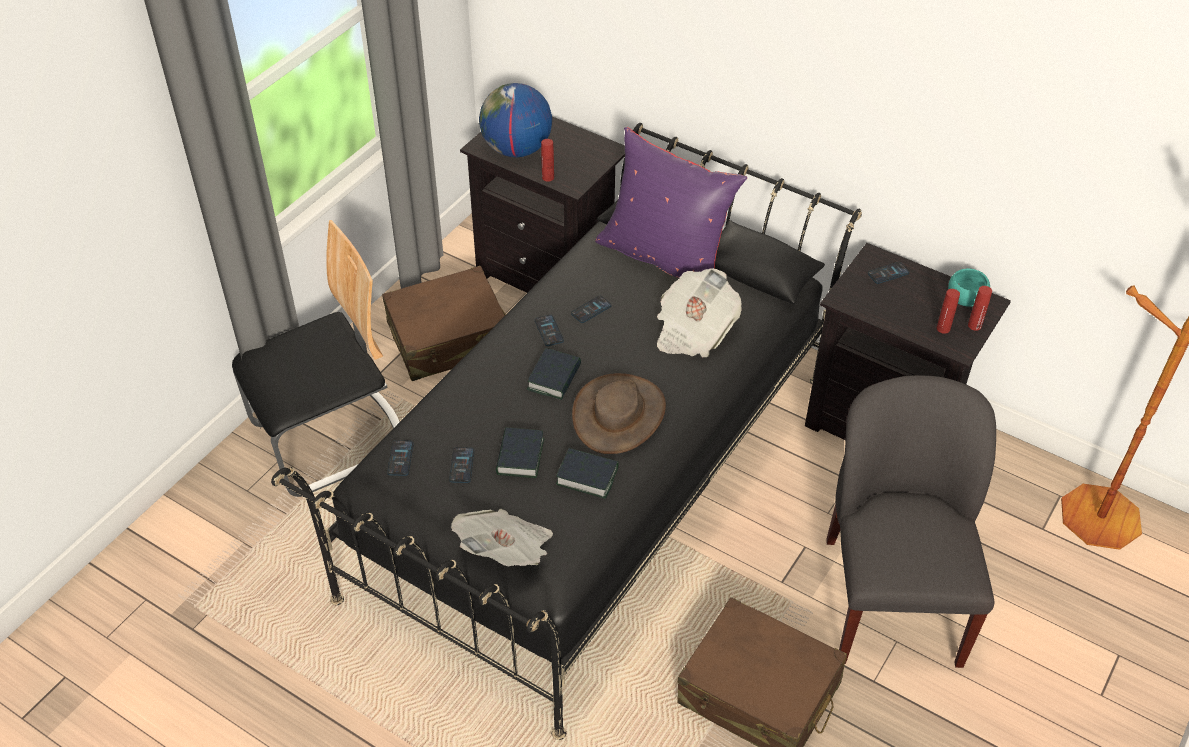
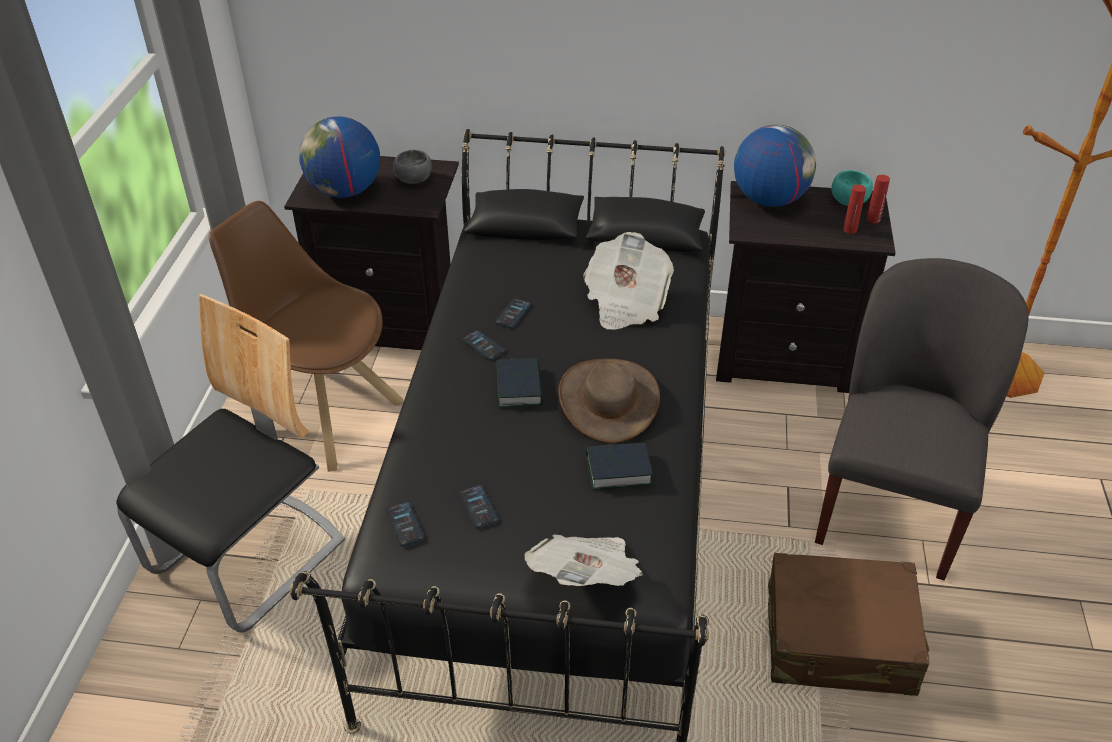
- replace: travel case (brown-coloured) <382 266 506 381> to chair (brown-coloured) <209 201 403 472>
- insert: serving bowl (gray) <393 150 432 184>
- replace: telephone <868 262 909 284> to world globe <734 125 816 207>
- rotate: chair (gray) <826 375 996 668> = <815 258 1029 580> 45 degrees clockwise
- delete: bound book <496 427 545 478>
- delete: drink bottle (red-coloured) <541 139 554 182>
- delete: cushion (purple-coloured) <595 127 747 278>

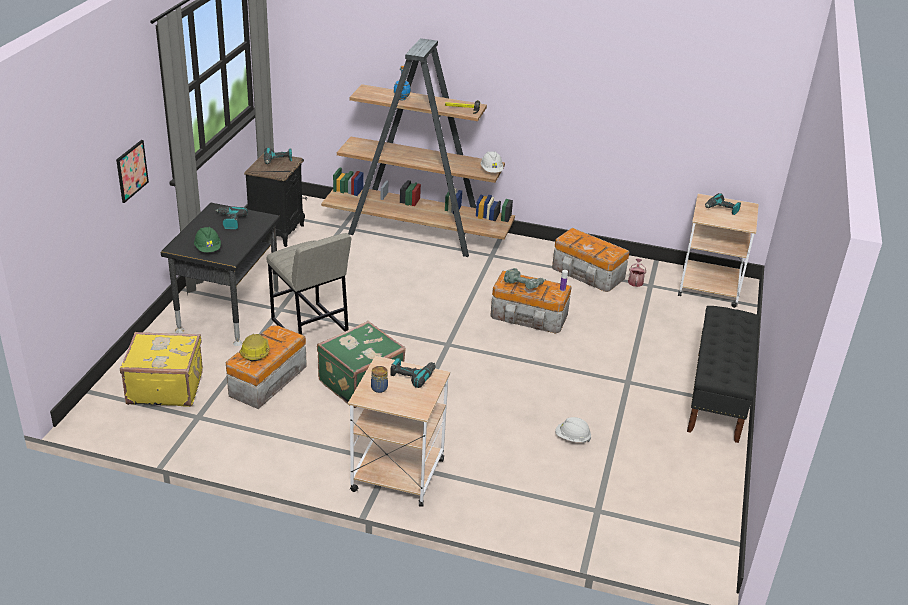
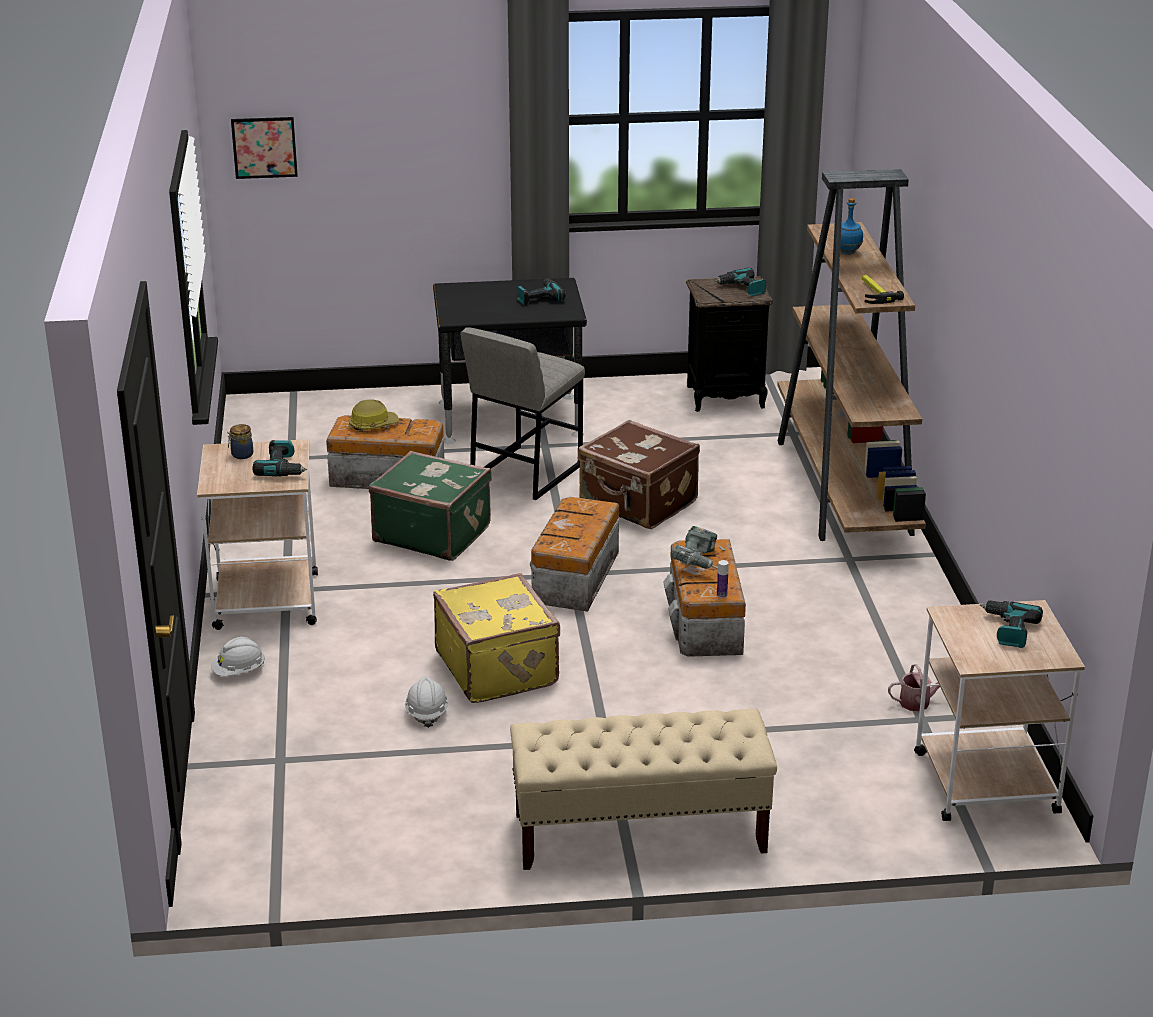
- move: hard hat (white-coloured) <480 151 503 173> to <211 637 265 676>
- move: wall picture <116 140 149 203> to <231 117 298 179>
- move: travel case (yellowish) <120 332 203 407> to <433 573 560 703>
- recolor: bench (black) <687 306 760 443> to bench (beige-coloured) <510 709 777 870>
- move: storage box <552 228 629 292> to <530 497 619 612>
- insert: travel case (brown-coloured) <578 420 700 529>
- delete: hard hat (greenish) <194 227 221 252>

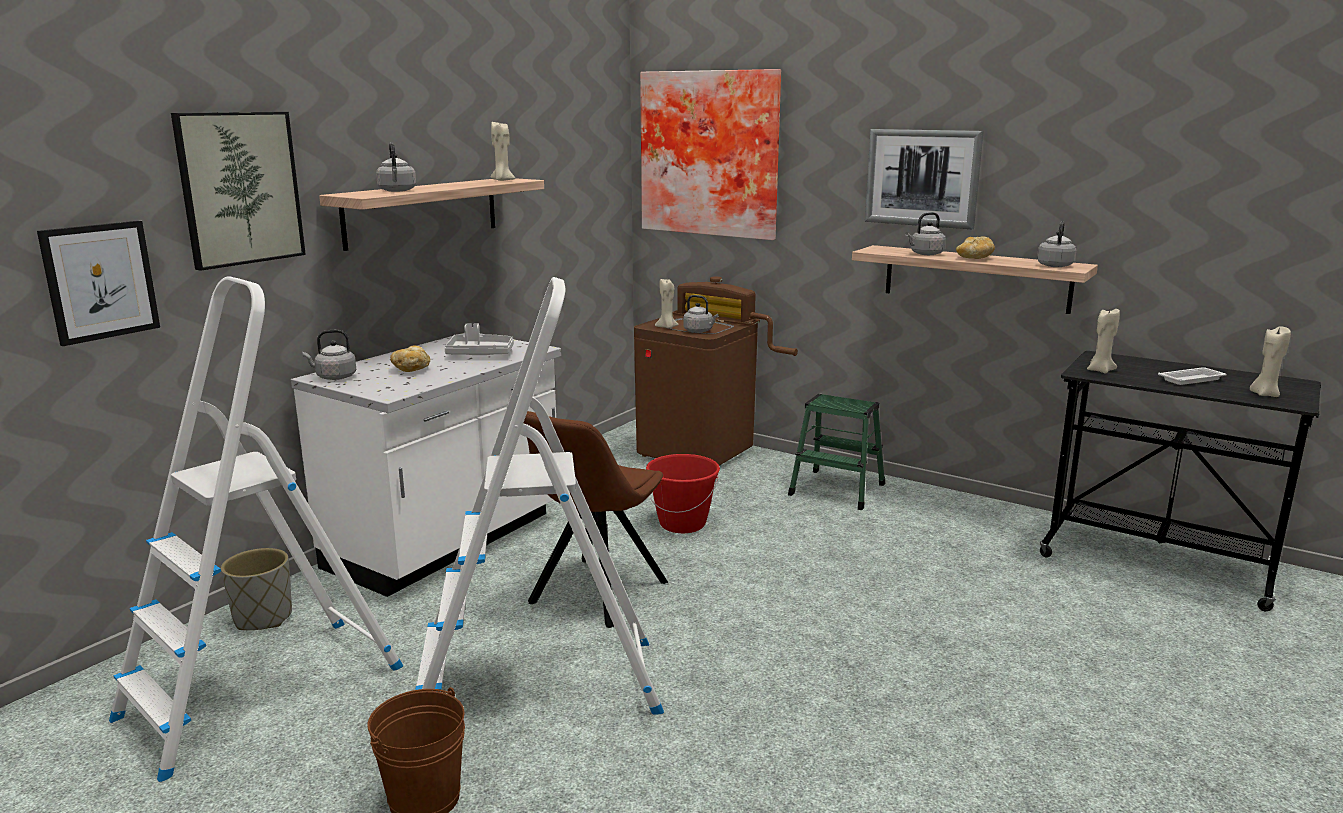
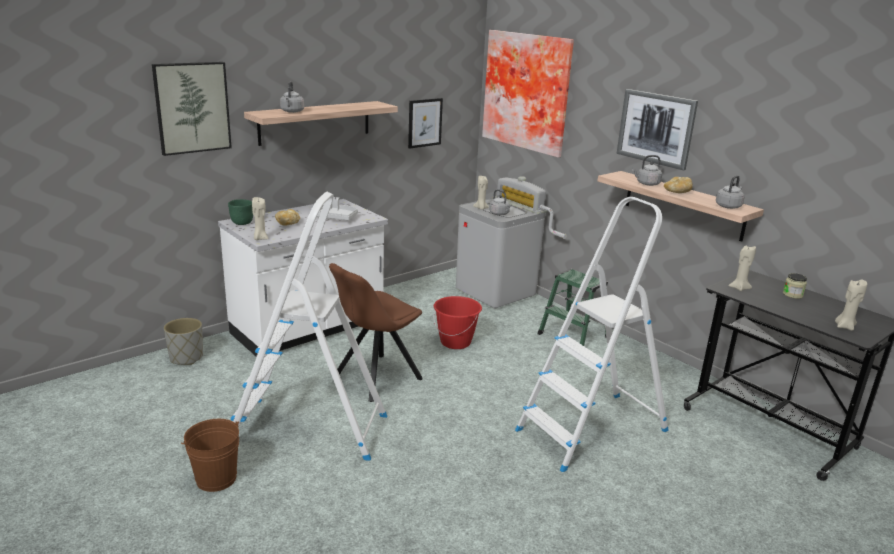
- replace: kettle (gray) <303 330 357 380> to serving bowl (greenish) <228 199 253 225>
- move: wax candle (beige-coloured) <491 122 516 181> to <252 197 269 240>
- move: wall picture <37 221 160 346> to <408 98 443 149>
- recolor: laundry appliance (brown-coloured) <634 277 798 466> to laundry appliance (gray) <456 176 567 309>
- move: step stool (white-coloured) <109 276 403 782> to <515 197 668 472>
- insert: jar <783 273 807 299>
- delete: serving tray (white-coloured) <1158 367 1227 385>

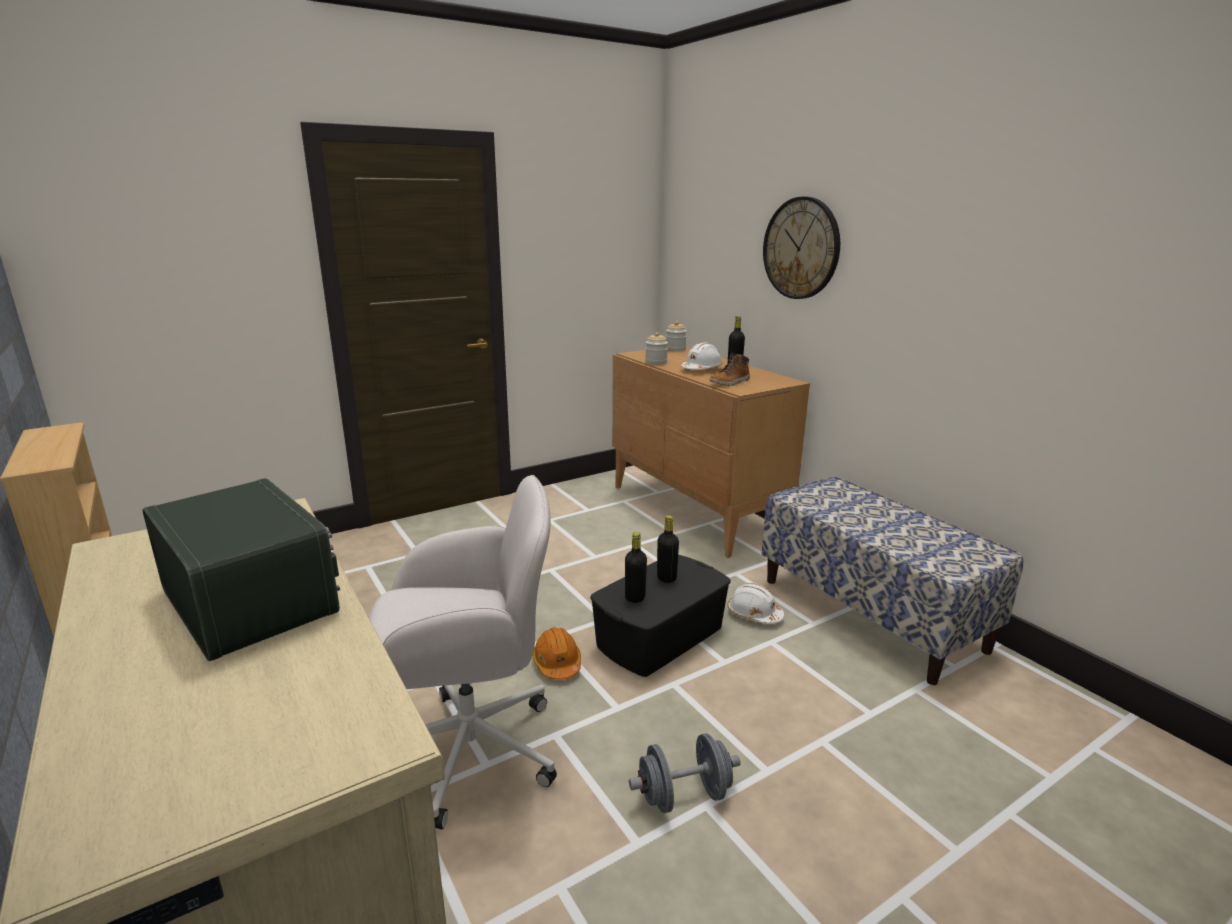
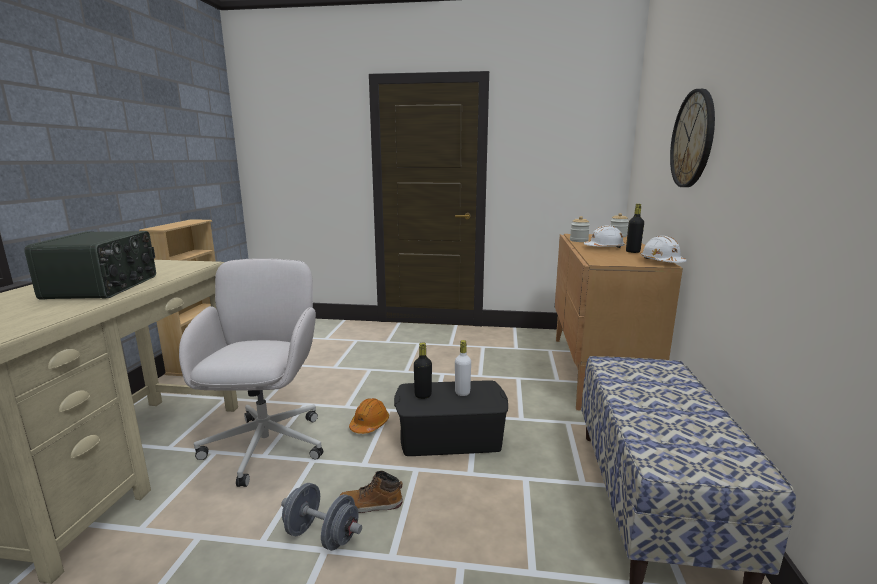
- rotate: desk chair (white-coloured) <369 475 557 829> = <179 258 323 487> 120 degrees counterclockwise
- move: high-top boot <710 353 750 386> to <340 471 403 513>
- recolor: drink bottle (black) <657 515 679 583> to drink bottle (white-coloured) <455 340 471 396>
- move: hard hat (white-coloured) <727 583 784 624> to <640 236 687 263>

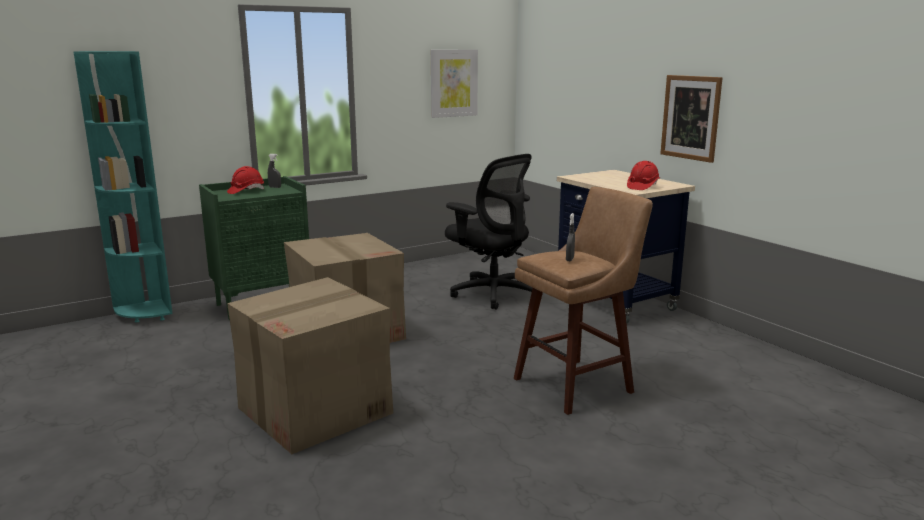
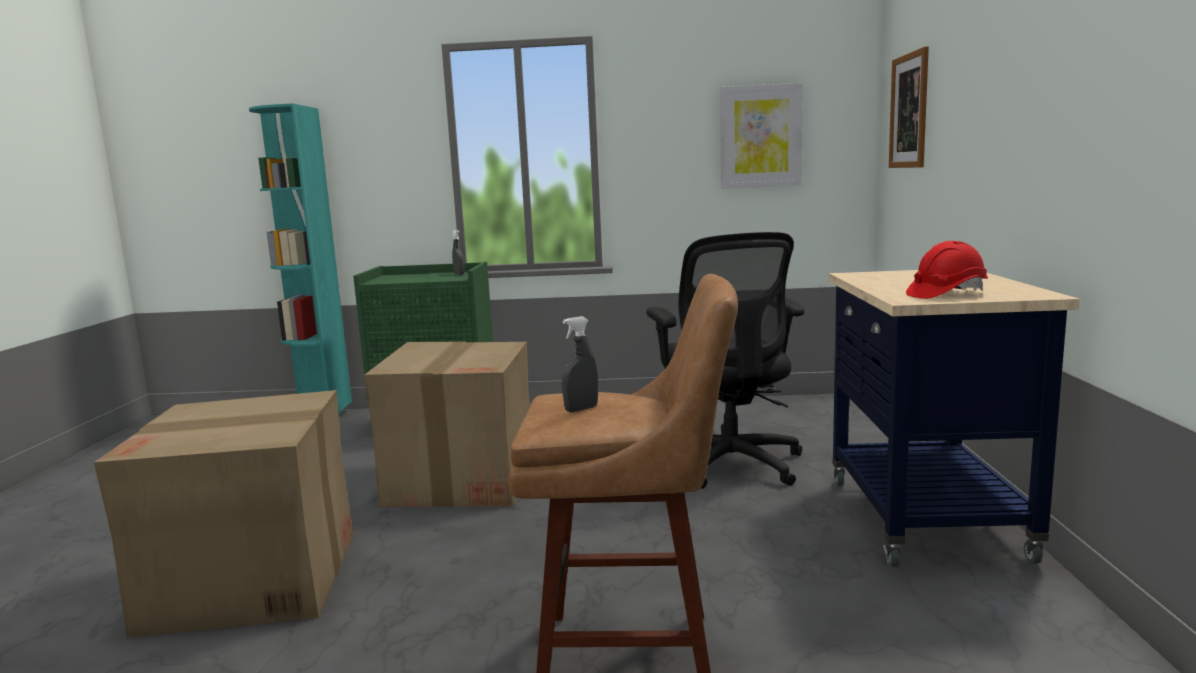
- move: wall picture <660 75 723 163> to <889 46 929 168>
- delete: hard hat (red-coloured) <227 166 264 194>

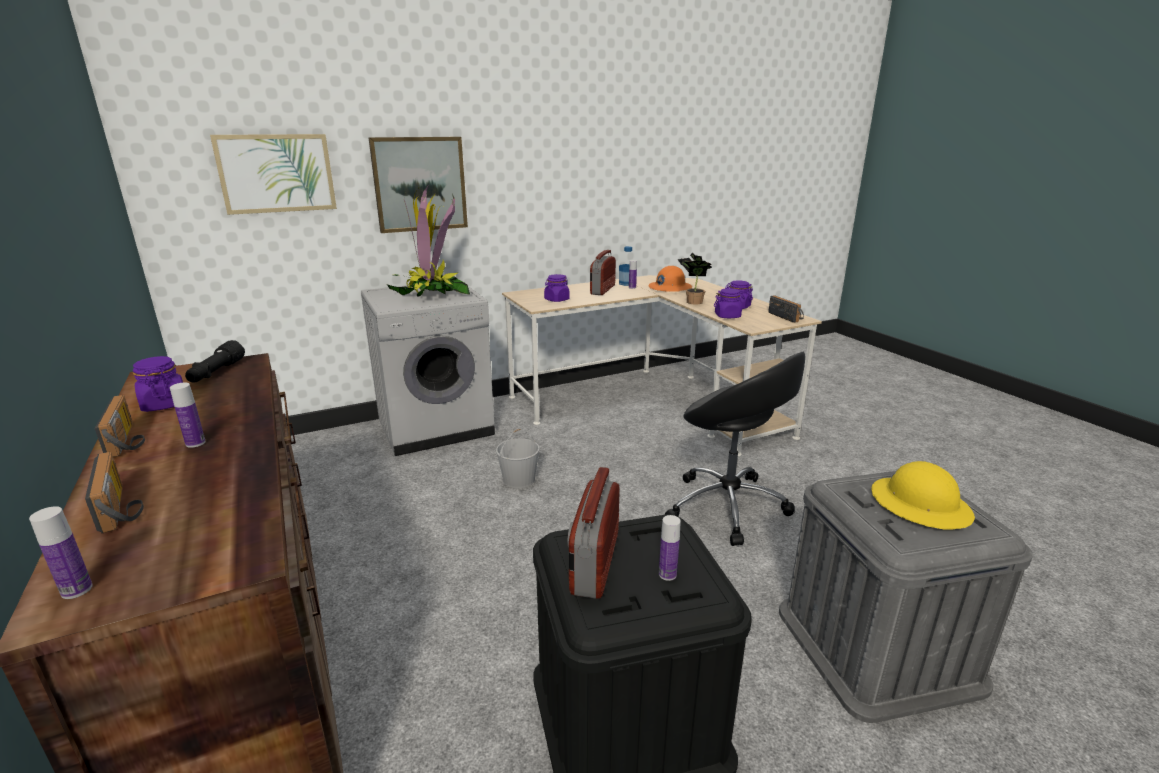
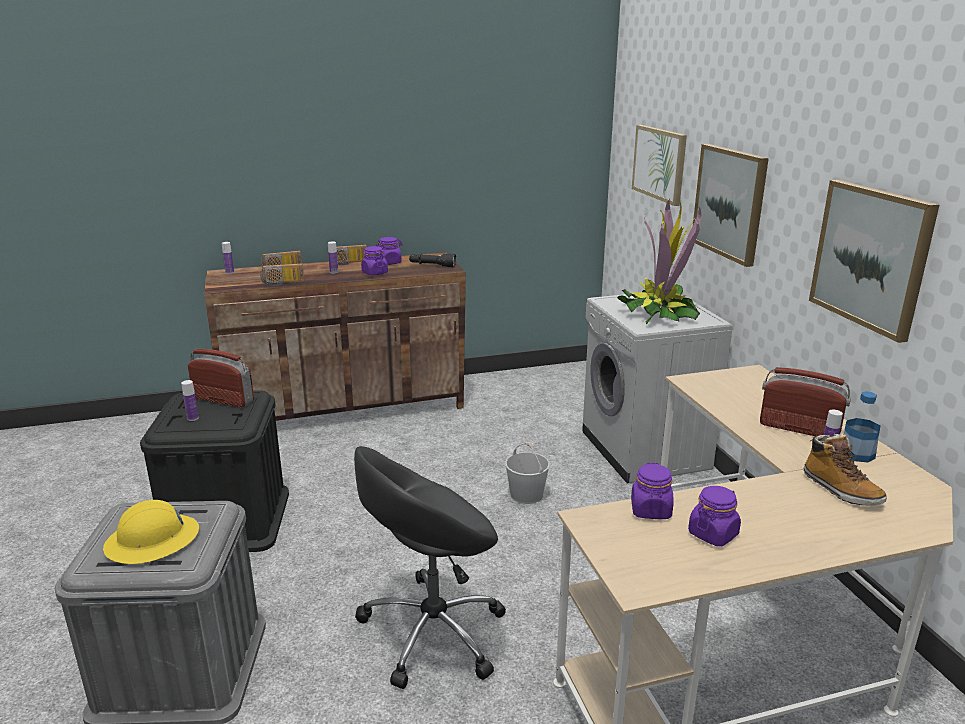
- move: radio <768 295 804 323> to <260 263 304 286>
- move: jar (purple-coloured) <544 274 570 302> to <361 246 388 275>
- replace: hard hat (orange-coloured) <649 266 692 292> to high-top boot <804 433 887 505>
- insert: wall picture <809 180 939 343>
- delete: plant in a pot <677 252 712 305>

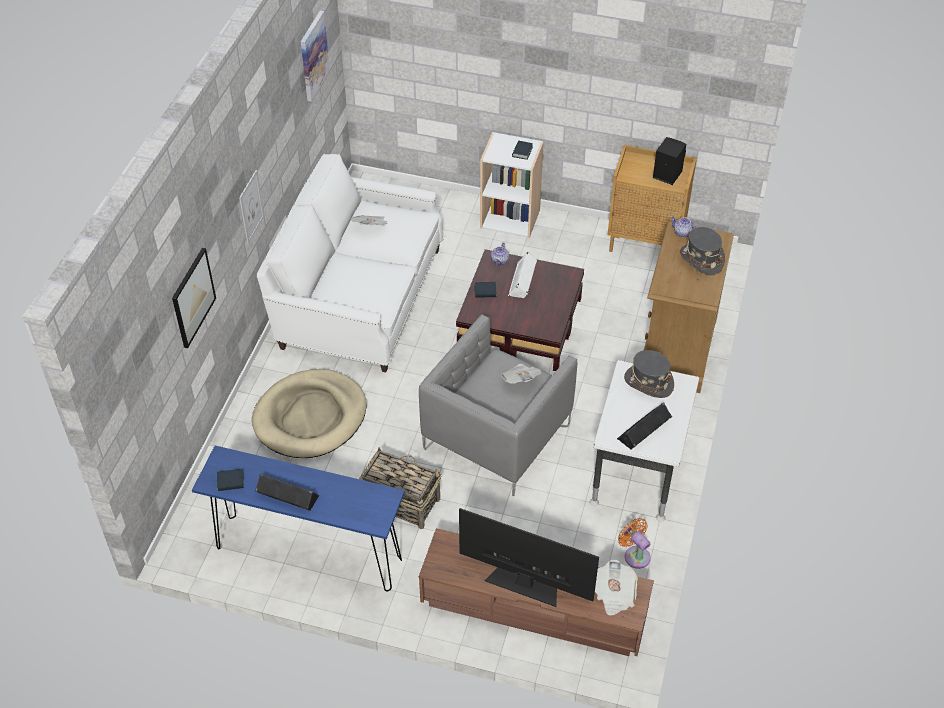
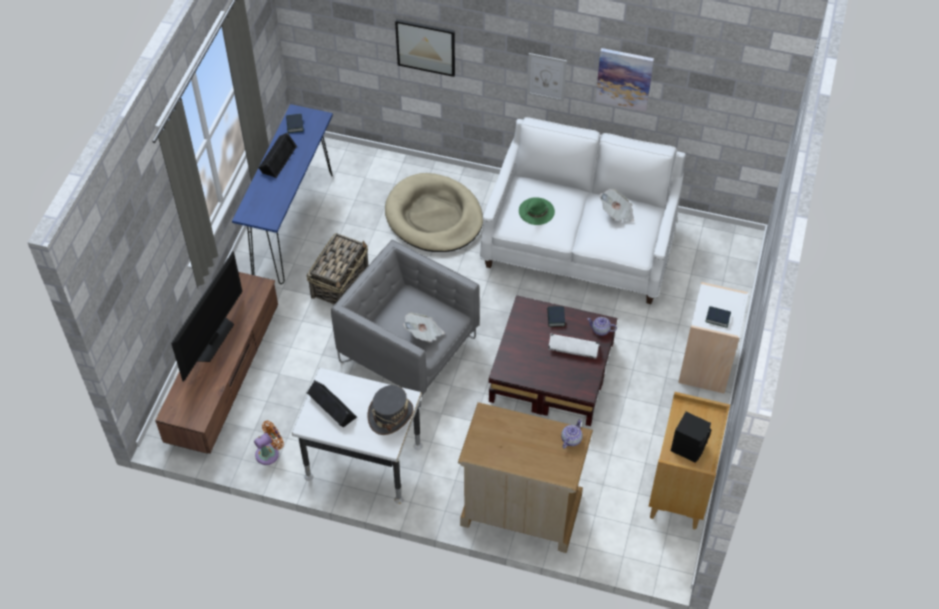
- insert: hat (greenish) <519 197 555 225>
- move: wall picture <301 11 330 102> to <595 48 654 112>
- delete: newspaper <595 560 638 616>
- delete: hat (gray) <680 227 725 275>

